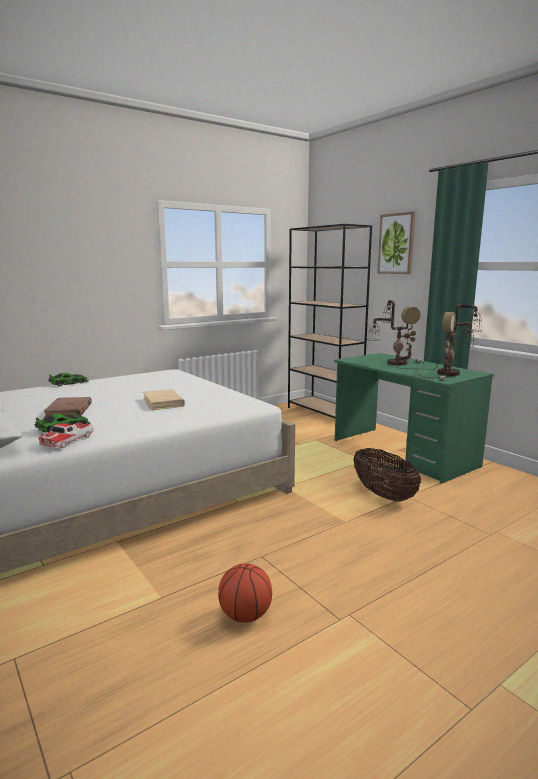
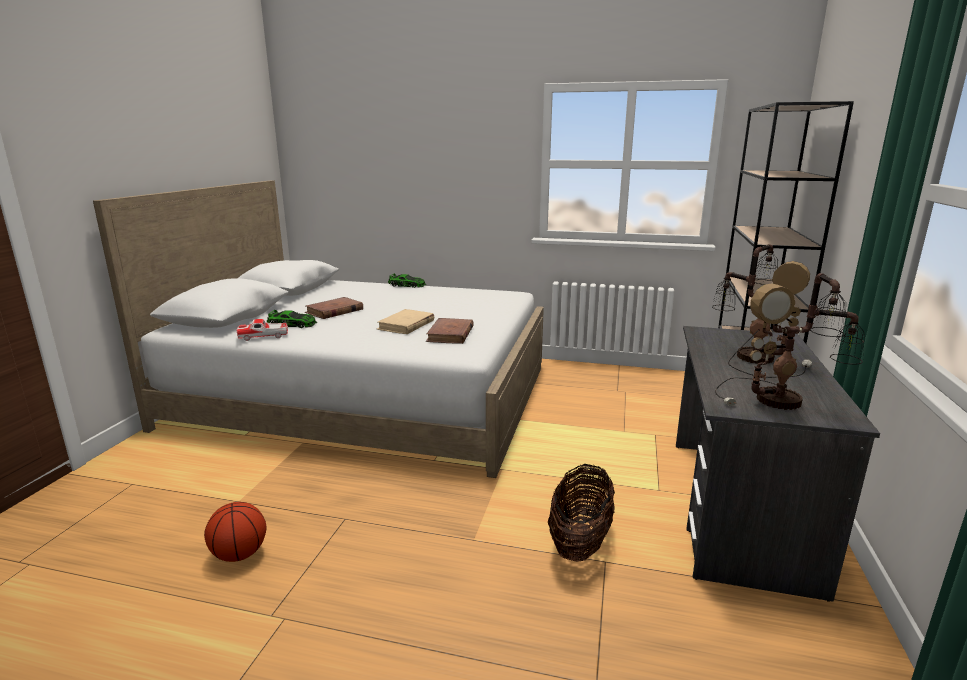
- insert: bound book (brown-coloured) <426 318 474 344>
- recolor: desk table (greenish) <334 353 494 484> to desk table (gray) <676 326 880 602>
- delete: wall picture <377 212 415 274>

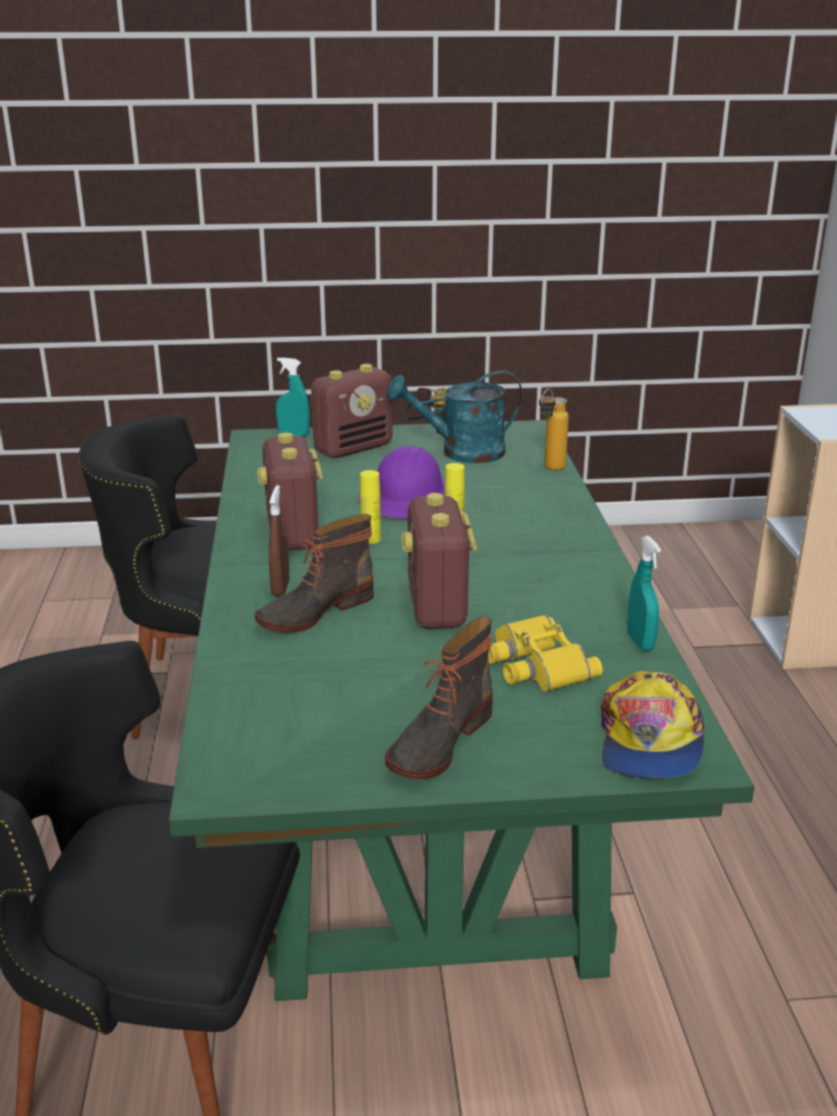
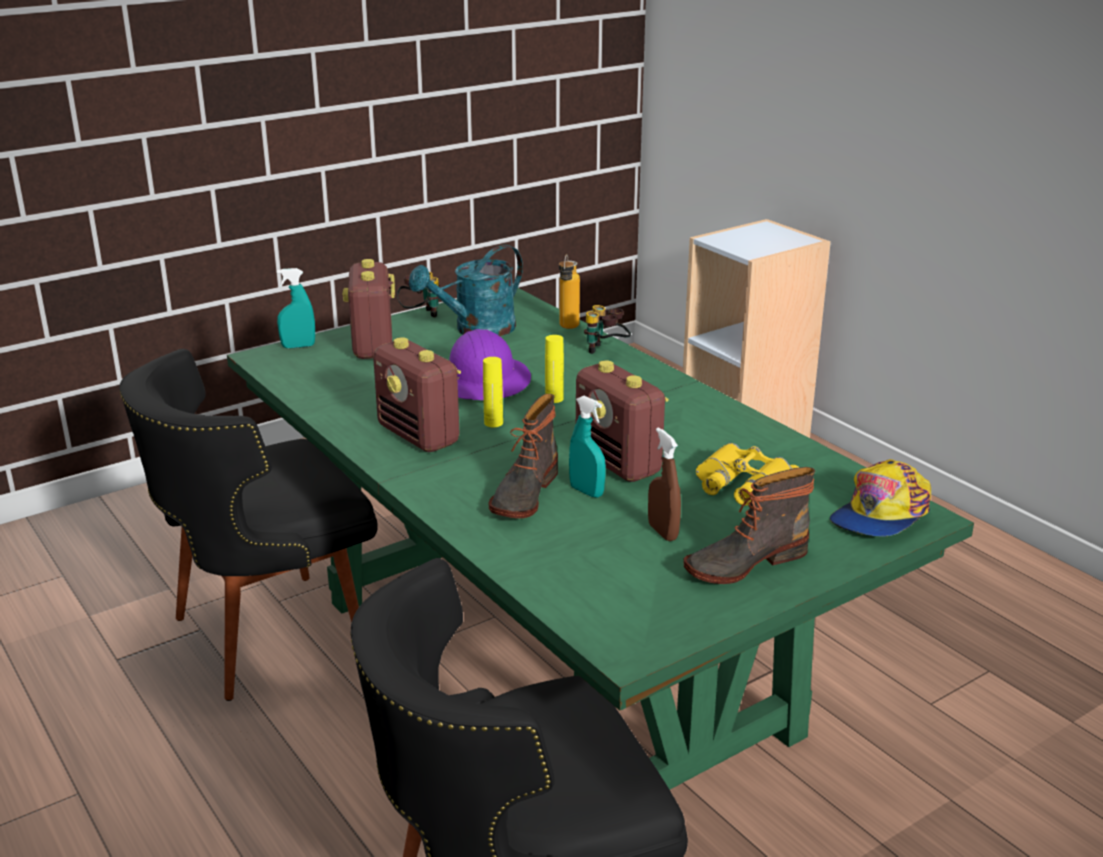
- rotate: radio <311 364 393 458> = <343 259 395 359> 150 degrees clockwise
- move: hand sprayer (turquoise-coloured) <627 536 661 651> to <569 396 606 498>
- insert: field glasses <584 305 631 354>
- move: hand sprayer (brown-coloured) <269 485 289 597> to <648 427 681 541>
- rotate: high-top boot <385 617 493 779> = <684 467 816 584> 60 degrees clockwise
- rotate: peaked cap <601 671 705 779> = <830 459 931 537> 60 degrees clockwise

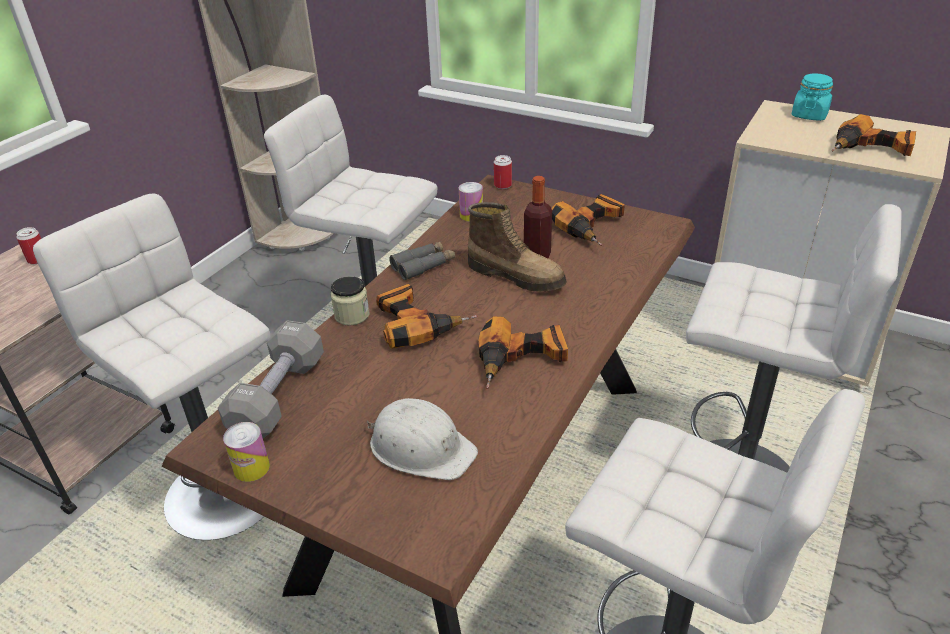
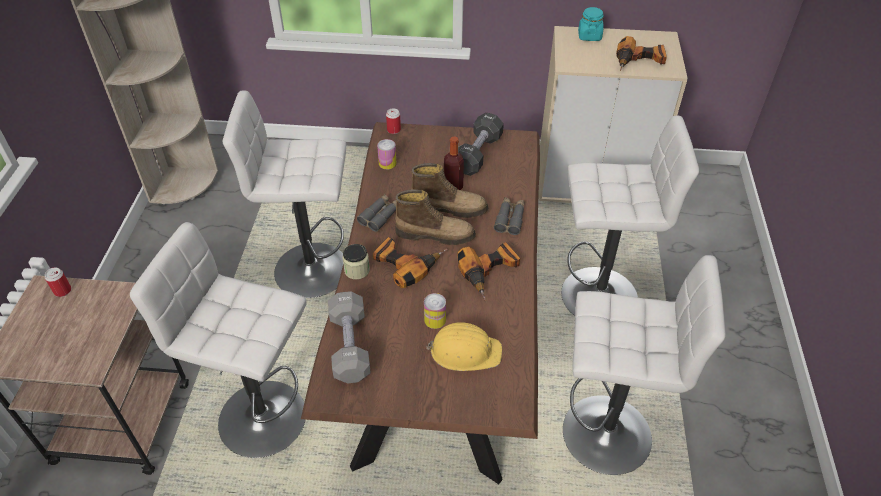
- insert: high-top boot <395 189 476 245>
- move: can <223 422 270 482> to <424 293 446 329>
- recolor: hard hat (white-coloured) <367 398 478 480> to hard hat (yellowish) <426 322 502 371>
- replace: drill <551 194 625 246> to free weight (black) <458 112 504 176>
- insert: field glasses (gray) <494 197 524 235>

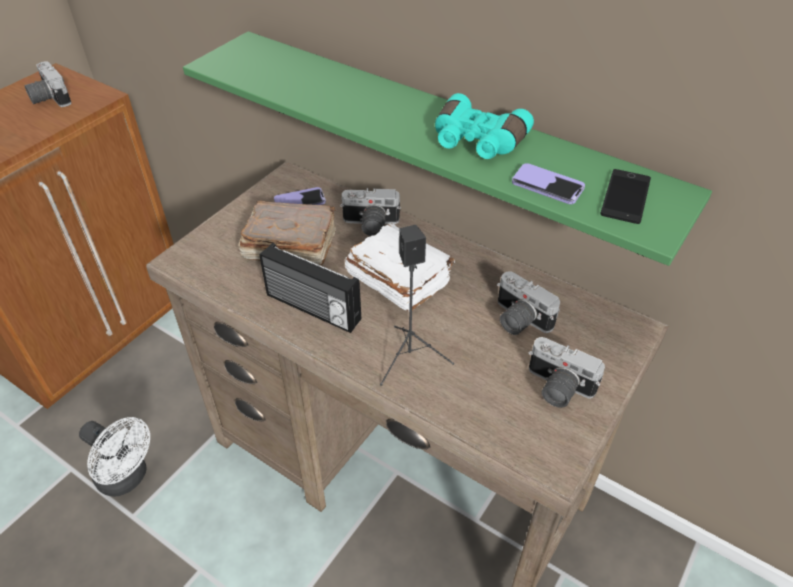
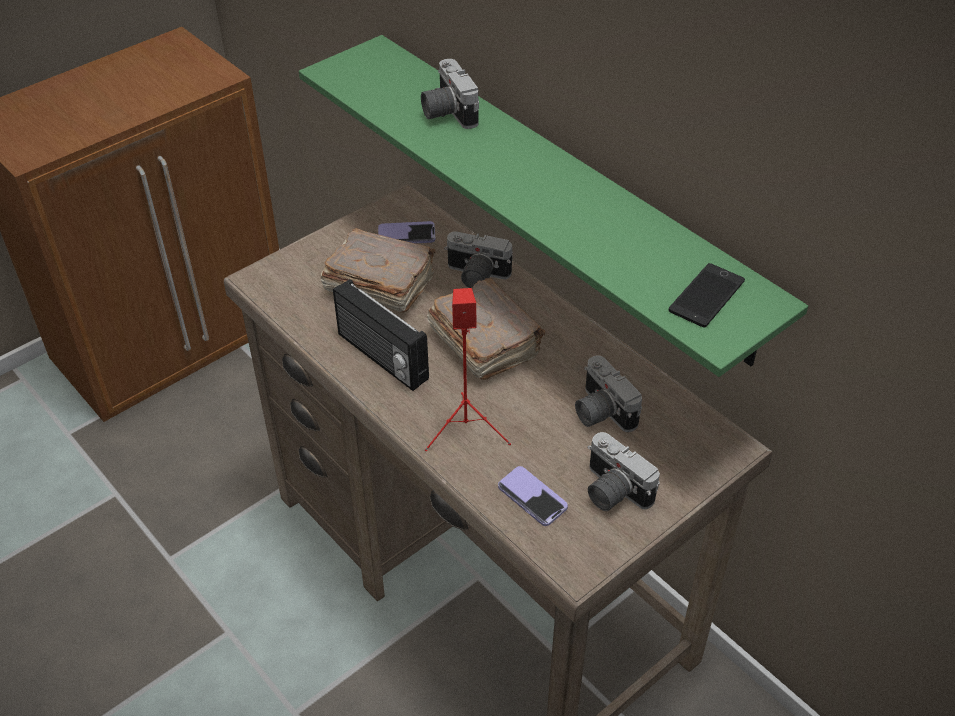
- move: still camera <24 61 72 107> to <421 59 479 129>
- recolor: audio speaker (black) <380 225 454 386> to audio speaker (red-coloured) <425 288 511 451>
- recolor: bound book (white-coloured) <345 223 455 311> to bound book (brown-coloured) <427 278 545 380>
- move: telephone <512 163 585 204> to <498 466 568 526>
- delete: cooling fan (white-coloured) <79 417 150 497>
- delete: field glasses (turquoise-coloured) <435 93 534 159>

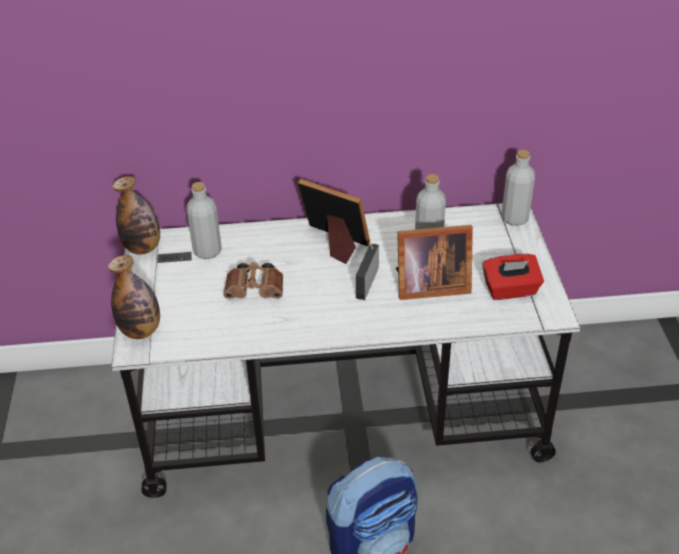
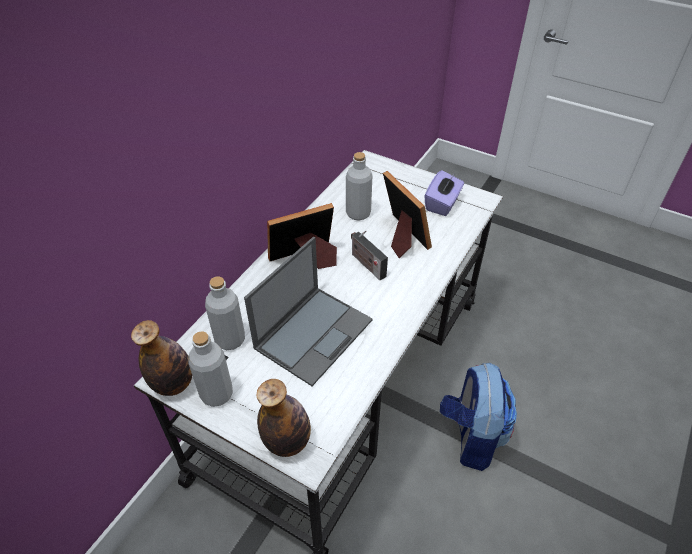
- move: drink bottle (gray) <501 150 535 226> to <189 331 233 407>
- replace: field glasses (brown-coloured) <223 262 283 299> to laptop <244 237 373 386>
- rotate: standing frame <396 225 473 300> = <383 171 432 258> 60 degrees counterclockwise
- recolor: box of tissues (red-coloured) <482 254 544 300> to box of tissues (purple-coloured) <425 170 464 216>

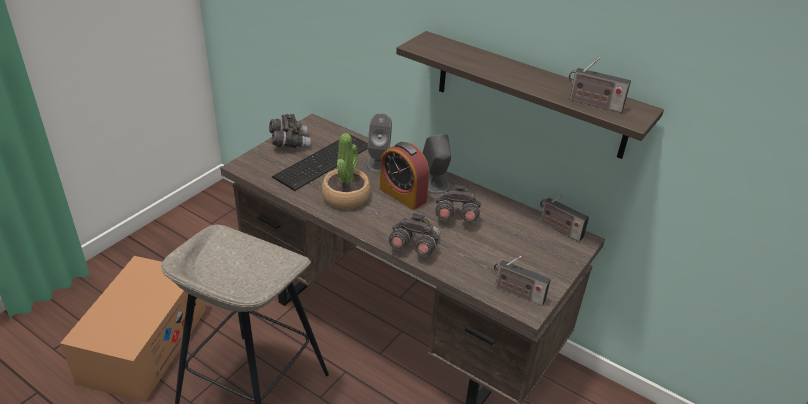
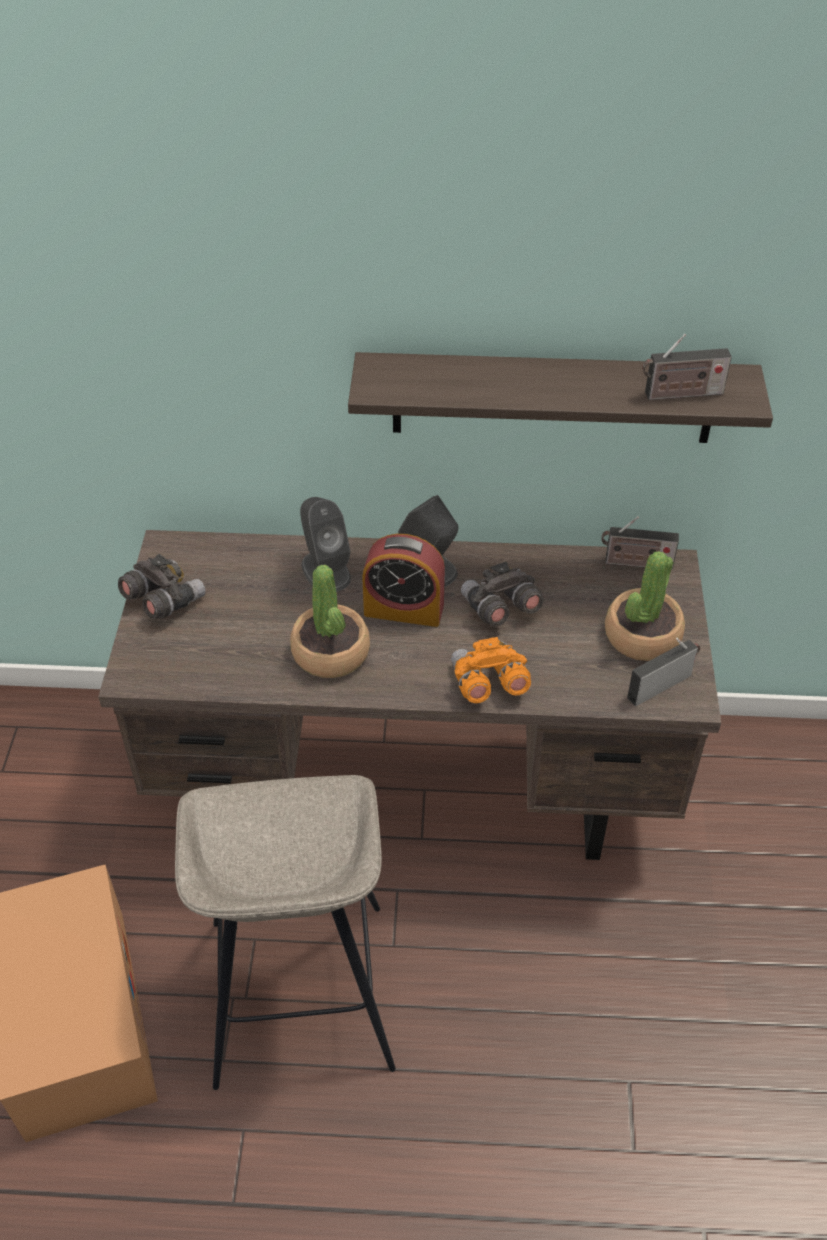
- recolor: field glasses (gray) <389 213 440 256> to field glasses (orange-coloured) <451 637 531 703>
- insert: plant in a pot <605 551 685 661>
- rotate: radio <494 256 551 306> = <627 638 700 706> 150 degrees clockwise
- delete: PC keyboard <272 134 368 191>

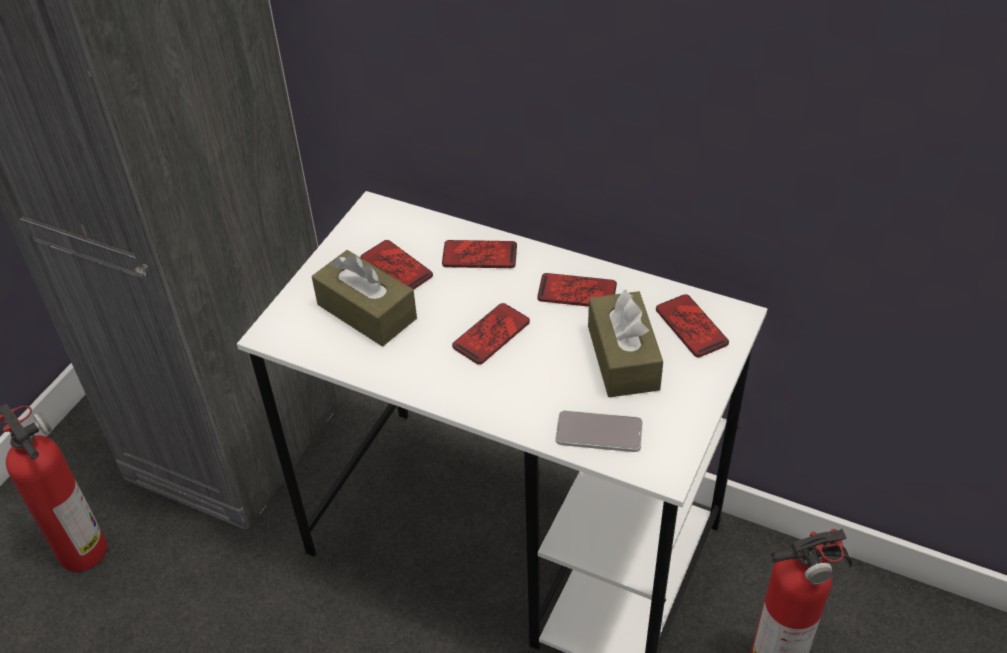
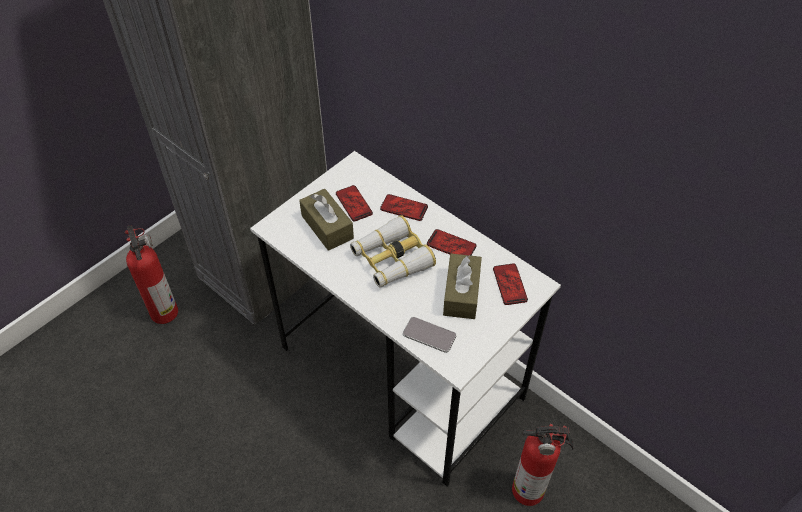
- replace: telephone <452 303 530 365> to field glasses <350 215 436 287>

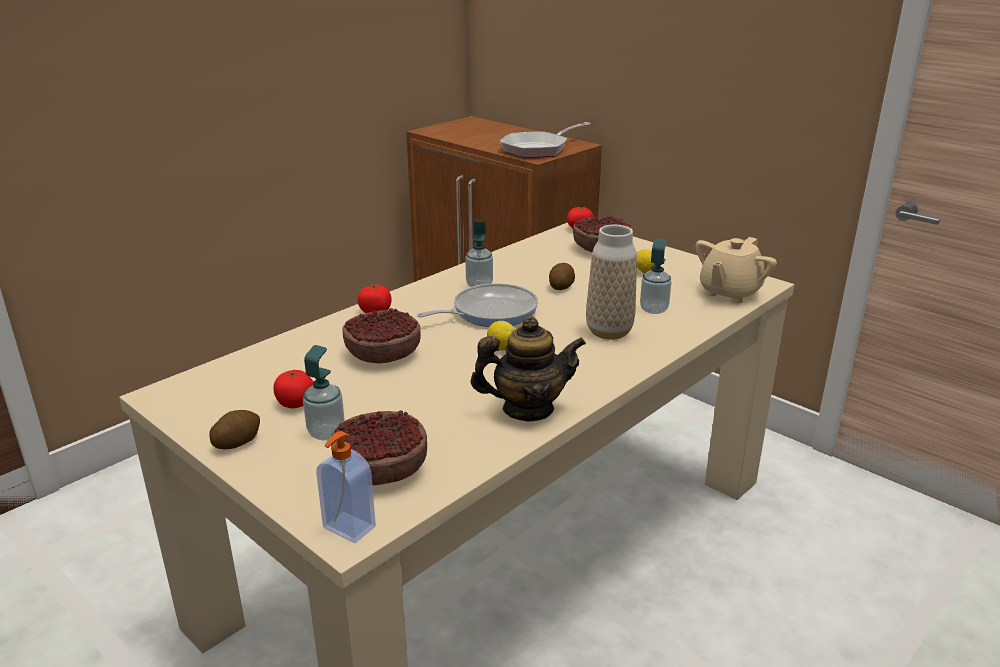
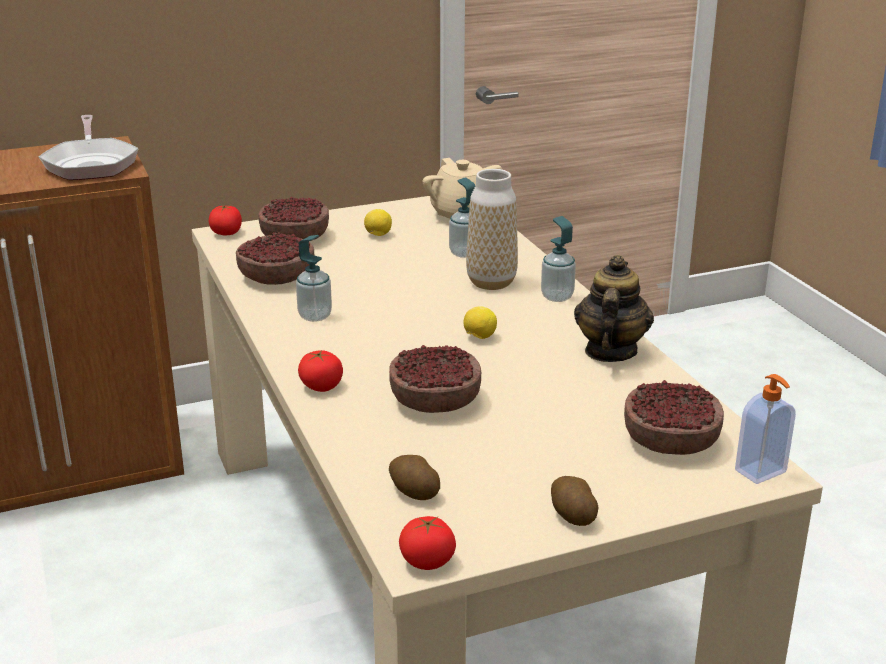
- insert: serving bowl <236 232 314 285>
- move: spud <549 263 575 290> to <389 455 440 500>
- move: whole tomato <273 370 313 408> to <399 516 456 570>
- move: soap dispenser <303 345 345 440> to <541 216 576 302>
- delete: skillet <417 283 538 327>

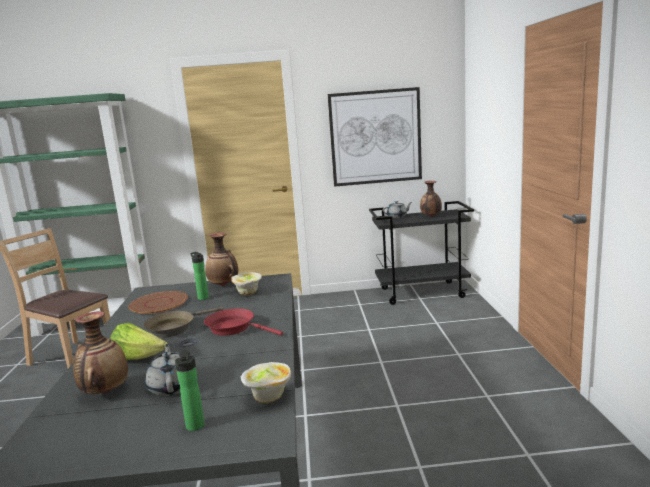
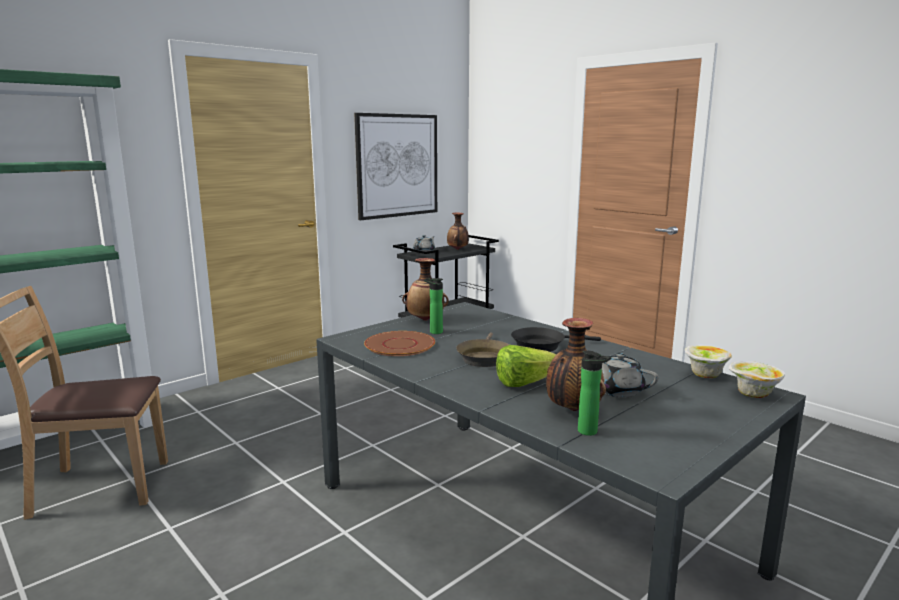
- recolor: skillet (red-coloured) <204 308 283 336> to skillet (black) <511 327 601 352>
- move: drink bottle <175 350 205 431> to <578 351 611 436>
- move: serving bowl <231 272 262 295> to <729 361 785 398>

